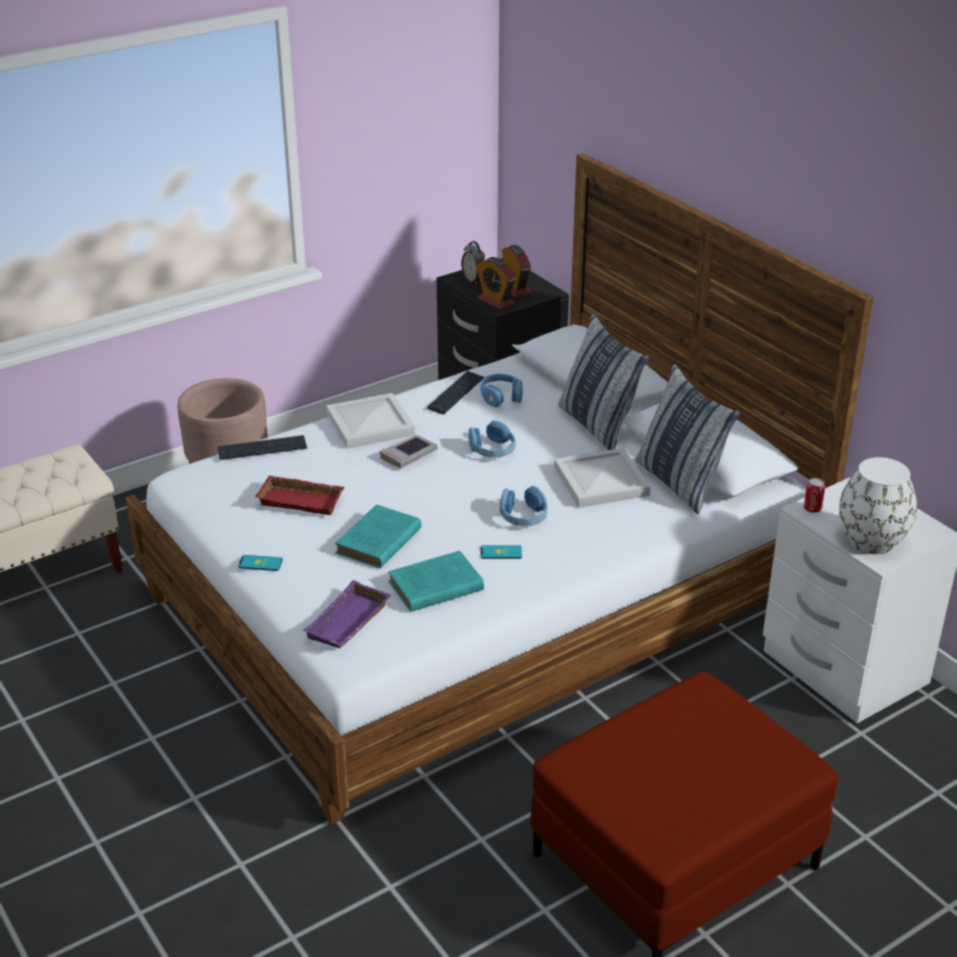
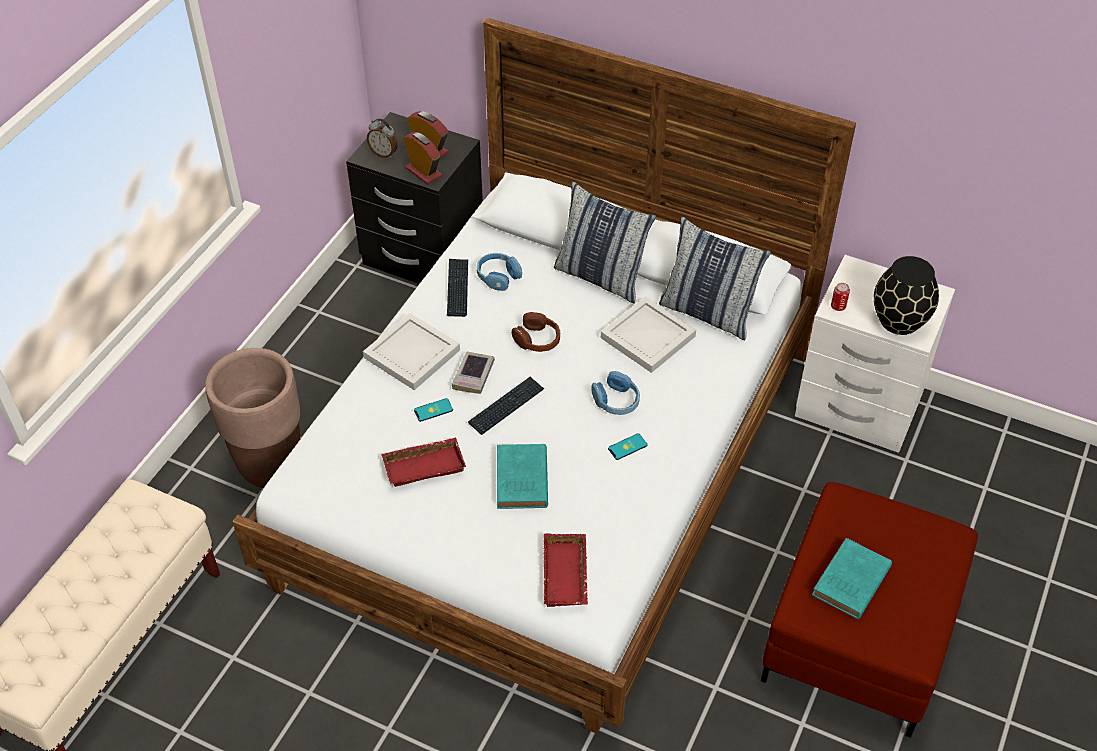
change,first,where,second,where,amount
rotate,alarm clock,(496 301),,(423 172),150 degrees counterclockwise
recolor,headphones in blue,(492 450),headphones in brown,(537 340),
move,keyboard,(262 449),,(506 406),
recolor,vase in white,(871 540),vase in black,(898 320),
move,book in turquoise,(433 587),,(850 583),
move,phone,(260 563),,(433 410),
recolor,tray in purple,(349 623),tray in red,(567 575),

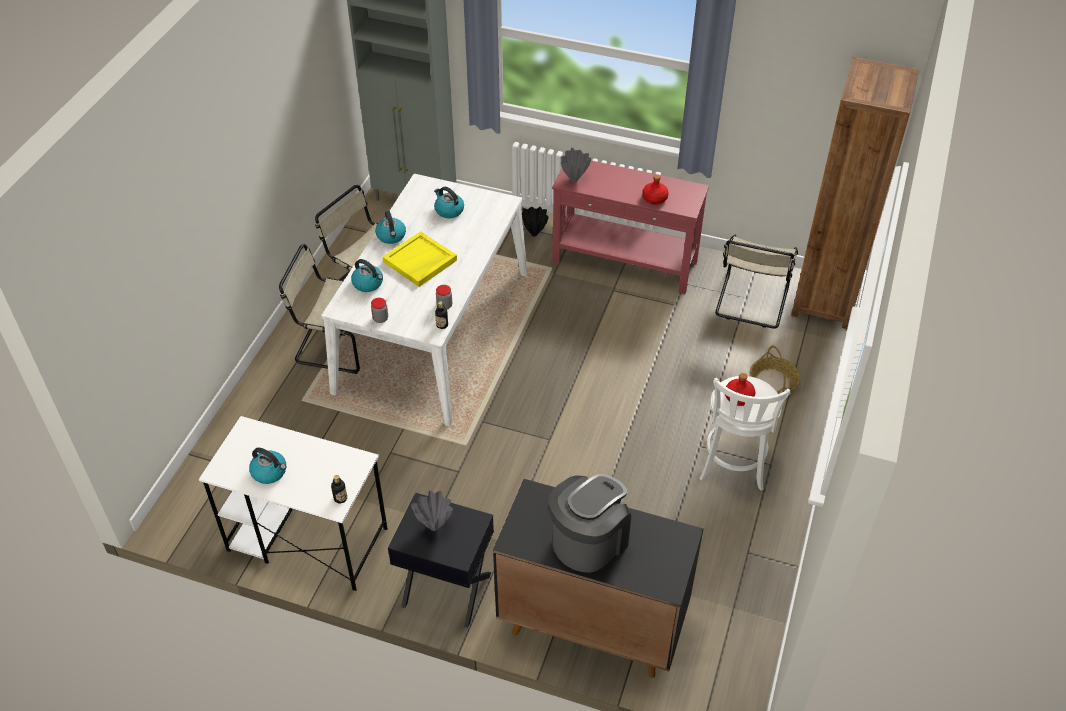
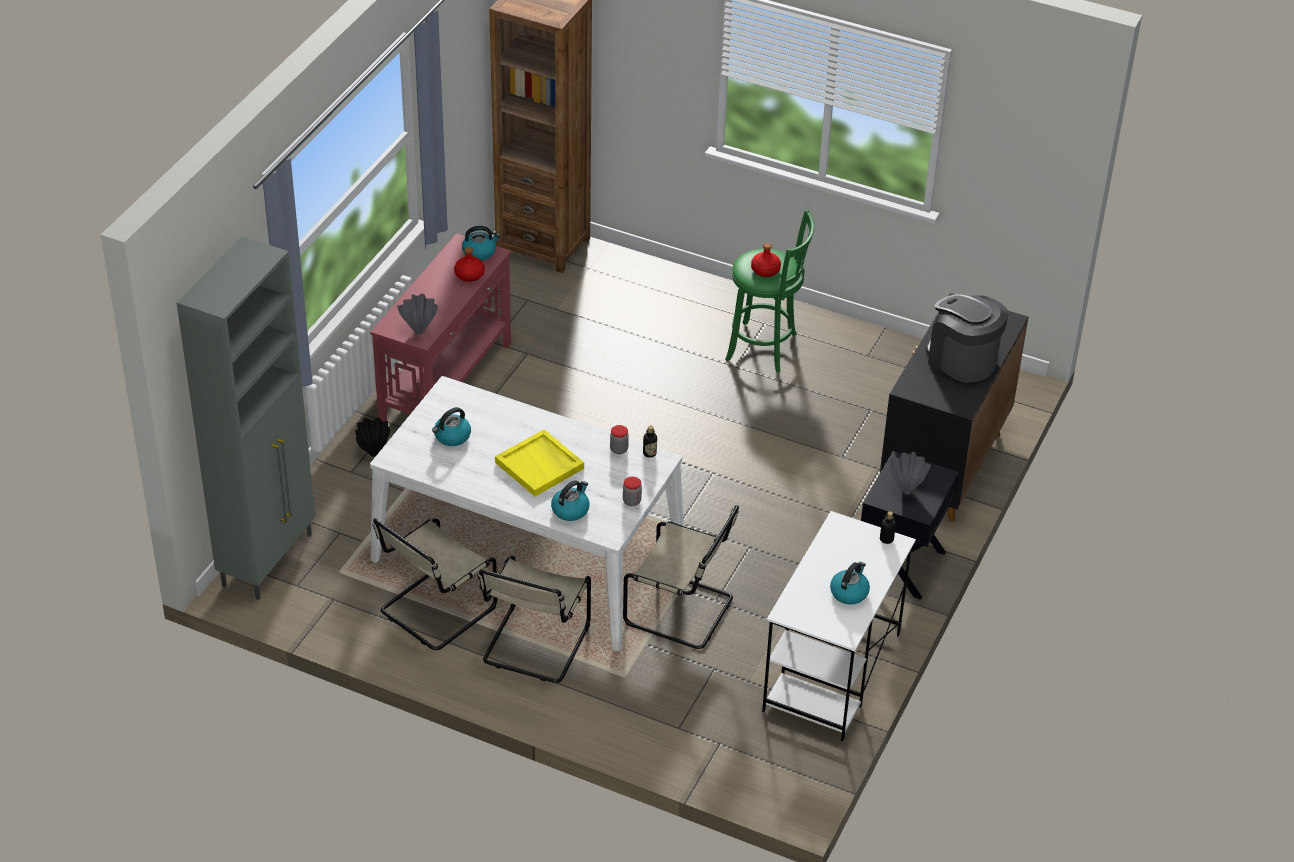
change,first,where,second,where,amount
move,kettle,(391 236),,(480 252),
move,chair in beige,(751 303),,(683 611),
delete,basket,(773 382),,,
recolor,stool in white,(733 467),stool in green,(765 348),

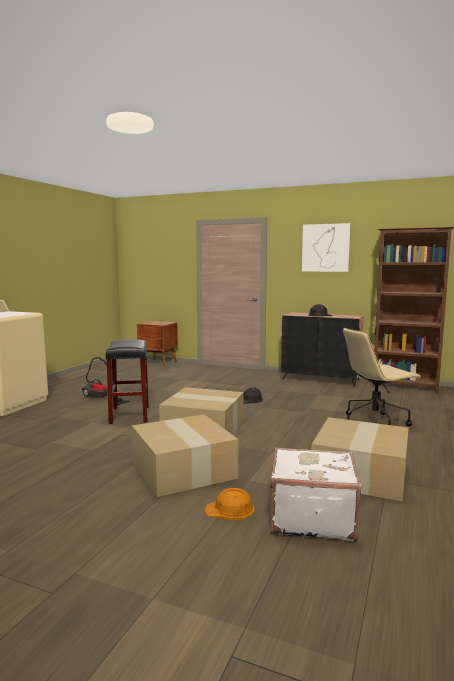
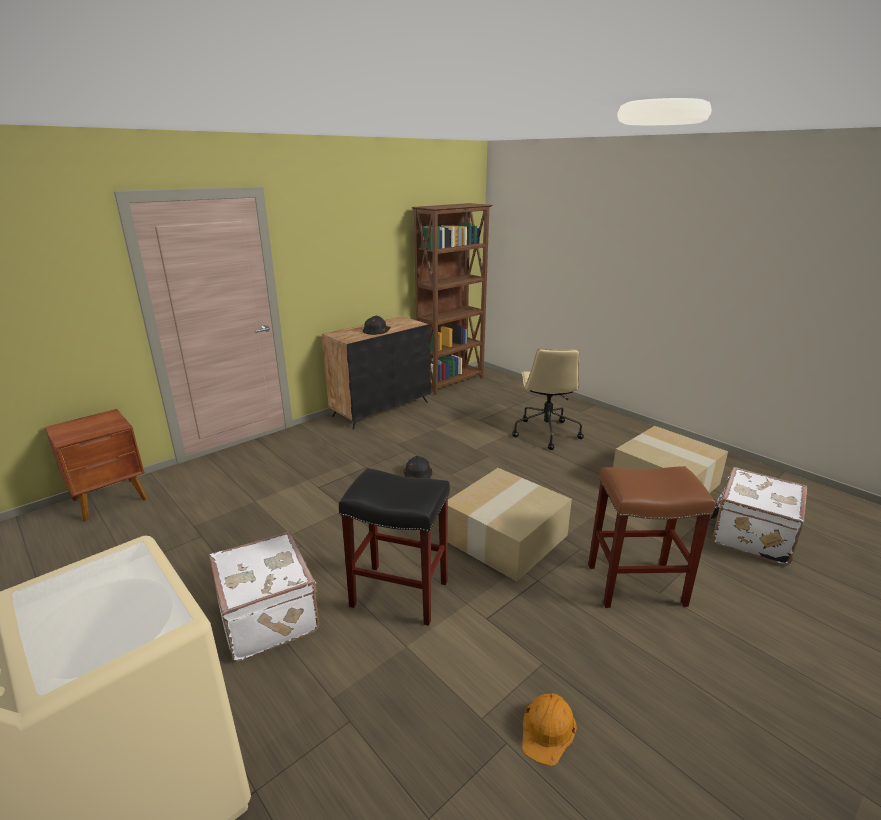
change,first,where,second,where,amount
delete,picture,(325 248),,,
replace,vacuum cleaner,(100 398),suitcase in white,(270 615),
replace,cardboard box,(185 470),stool in brown,(636 584),
move,hard hat in orange,(230 510),,(548 730),

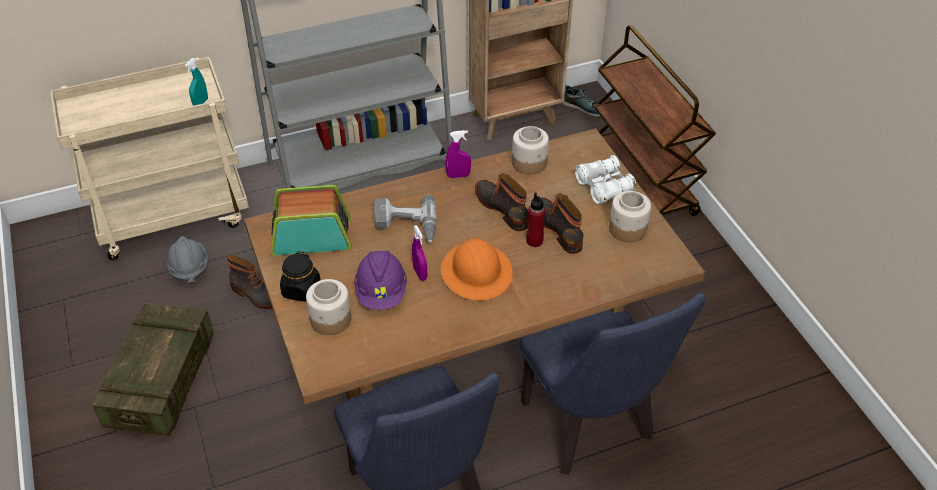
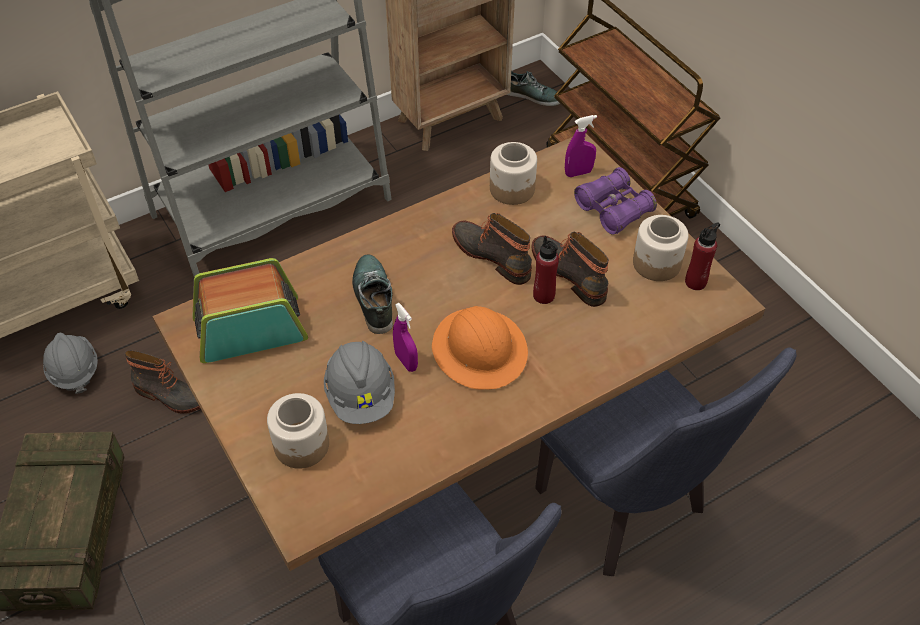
change,first,where,second,where,amount
delete,spray bottle in turquoise,(201 103),,,
move,spray bottle in purple,(458 175),,(578 173),
recolor,binoculars in white,(604 186),binoculars in purple,(613 209),
replace,power drill,(406 226),shoe,(373 297),
delete,jar in black,(301 290),,,
recolor,hard hat in purple,(381 292),hard hat in grey,(361 395),
insert,,,bottle in red,(695 282),

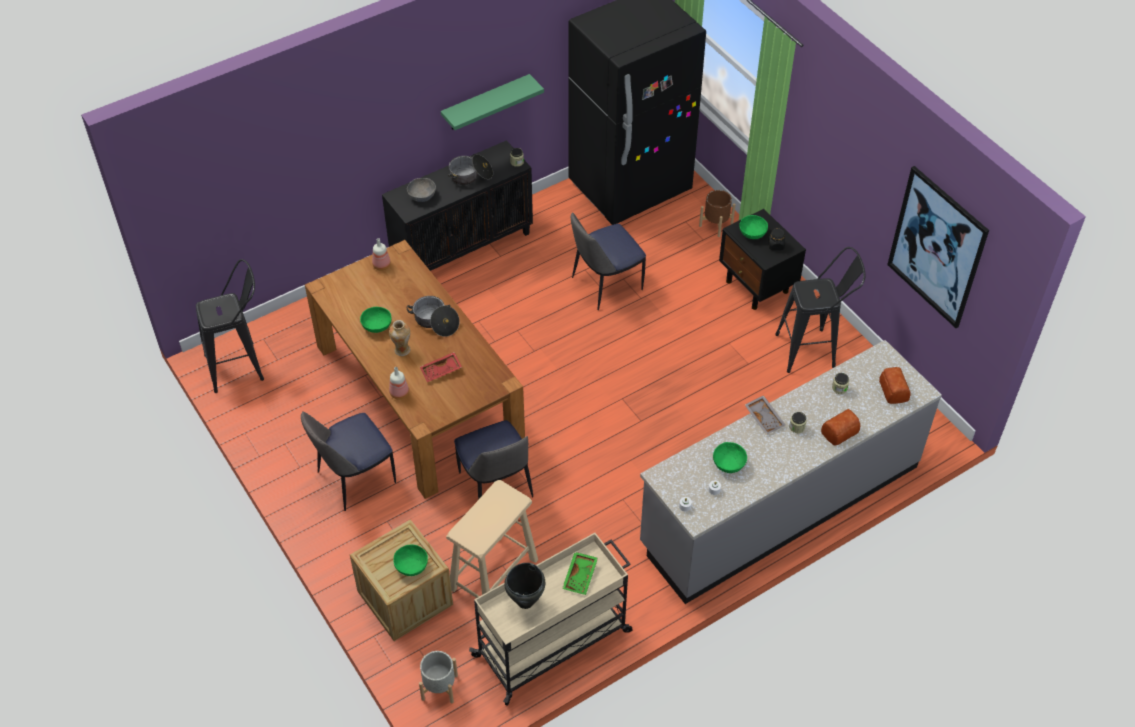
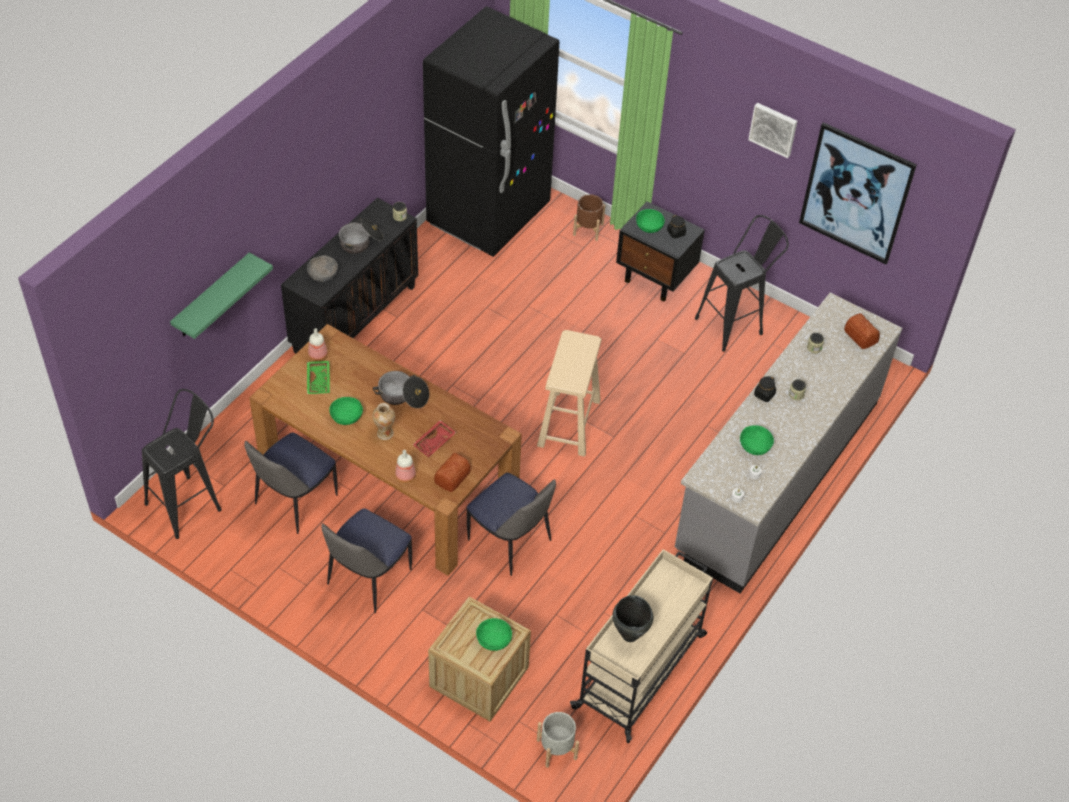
change,first,where,second,where,amount
move,shelf in green,(486 103),,(212 297),
move,chair,(605 284),,(294 501),
replace,tray in grey,(765 418),jar in black,(764 395),
move,bread,(838 431),,(451 477),
move,stool in beige,(493 574),,(568 423),
move,tray in green,(581 576),,(319 381),
insert,,,picture,(773 129),

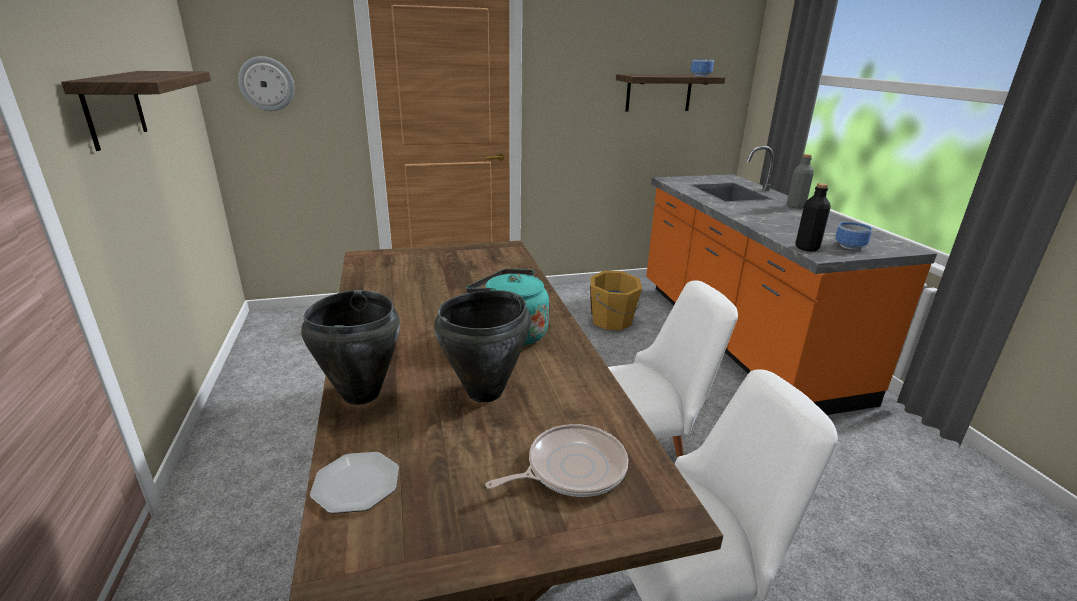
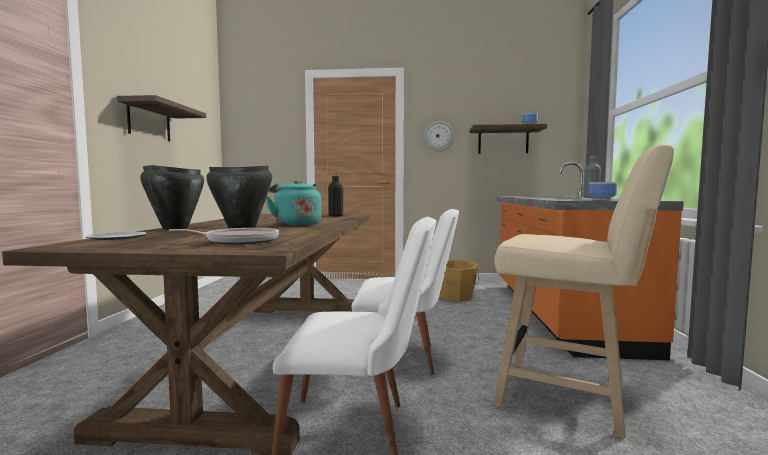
change,first,where,second,where,amount
move,wall clock,(267 84),,(439 136),
move,bottle in black,(807 248),,(336 216),
insert,,,stool in beige,(570 397),

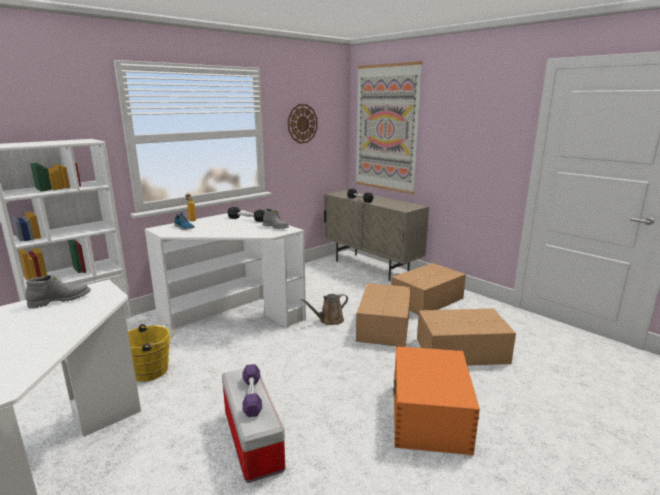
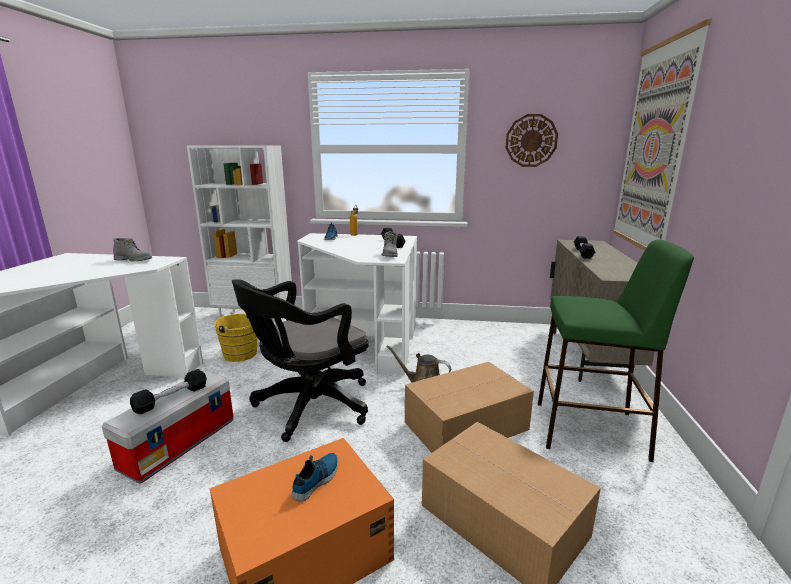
change,first,where,second,where,amount
replace,cardboard box,(428 299),stool in green,(590 430),
recolor,dumbbell in purple,(252 396),dumbbell in black,(172 398),
insert,,,office chair in black,(308 407),
insert,,,shoe,(317 480),

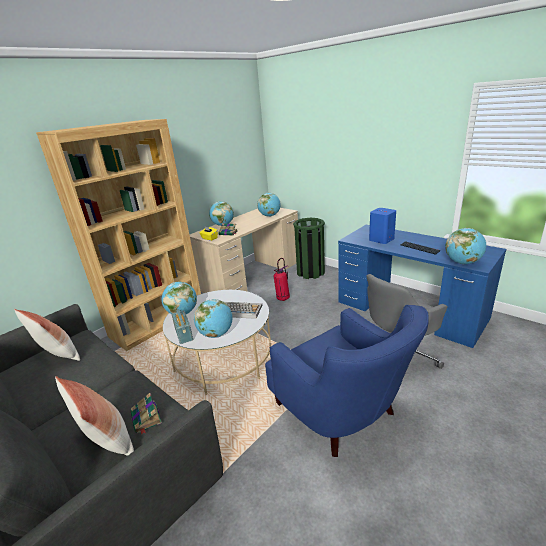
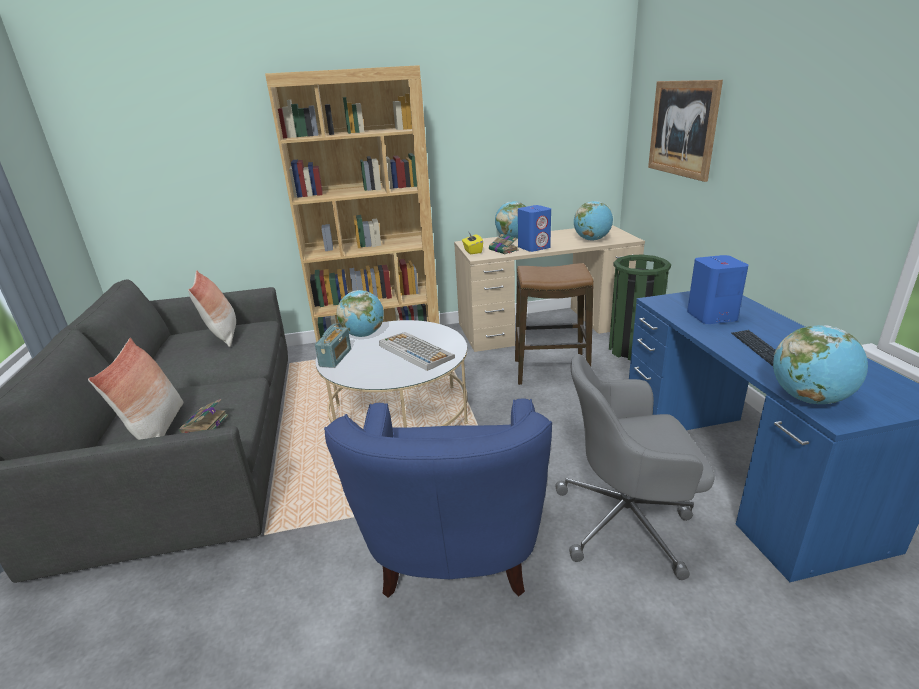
change,first,where,second,where,amount
replace,fire extinguisher,(283 298),stool,(550 371),
delete,globe,(216 334),,,
insert,,,picture,(682 128),
insert,,,speaker in blue,(534 247),

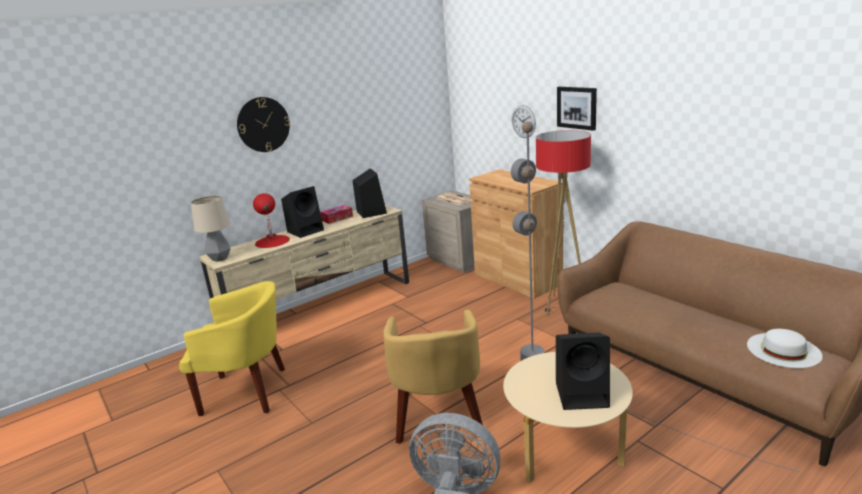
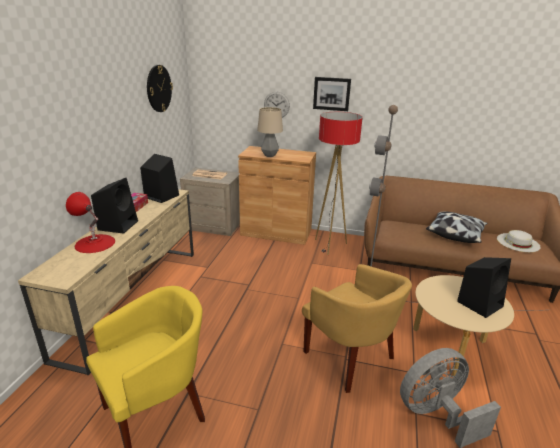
change,first,where,second,where,amount
move,wall clock,(263 124),,(158 88),
move,table lamp,(220 258),,(269 155),
insert,,,pillow,(455 234),

